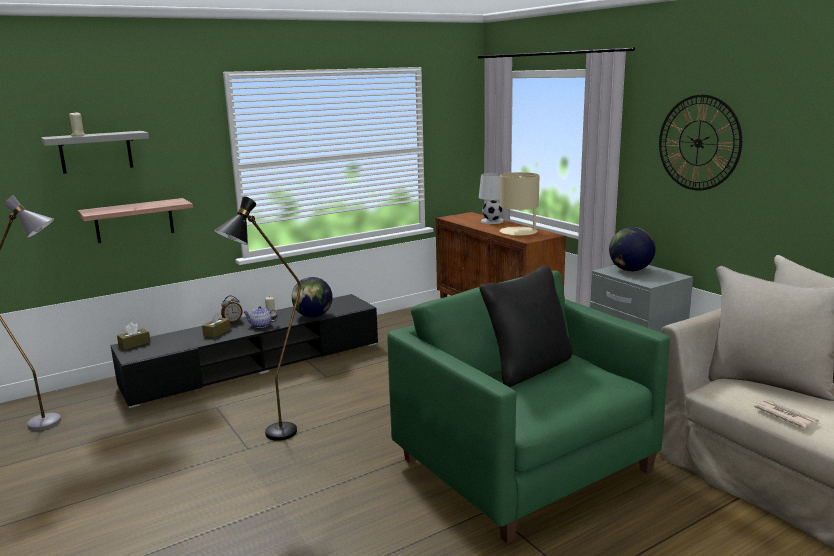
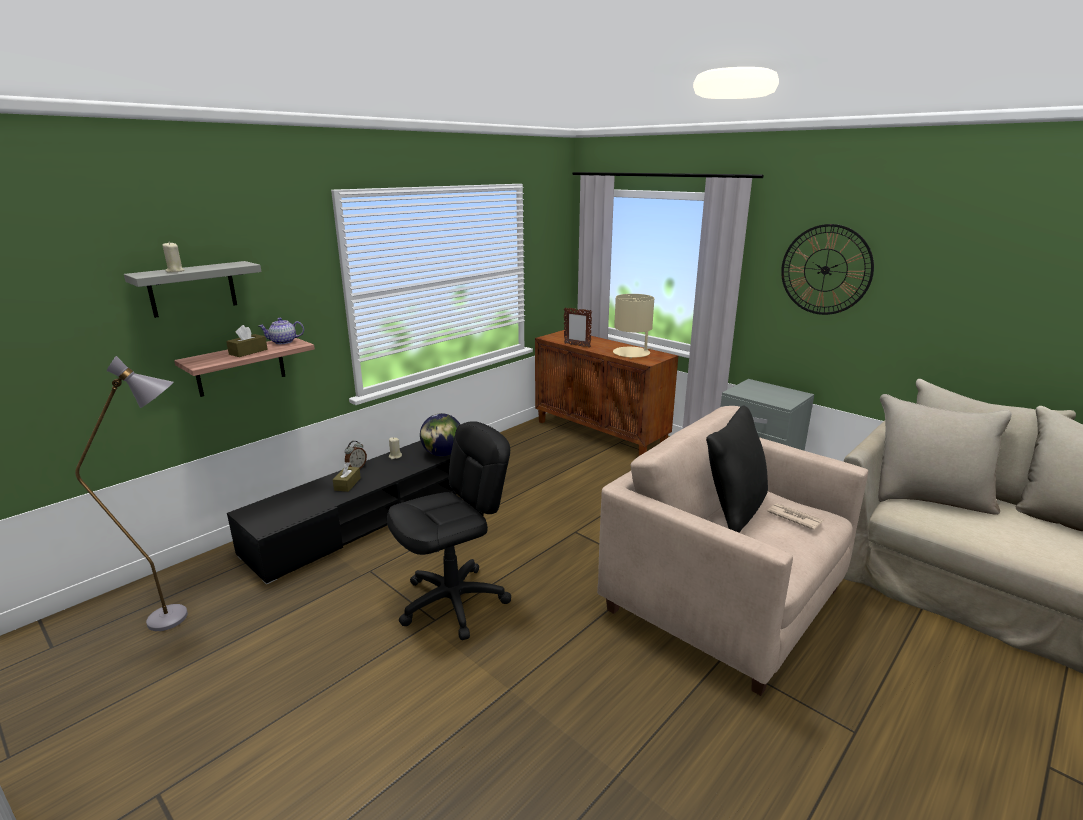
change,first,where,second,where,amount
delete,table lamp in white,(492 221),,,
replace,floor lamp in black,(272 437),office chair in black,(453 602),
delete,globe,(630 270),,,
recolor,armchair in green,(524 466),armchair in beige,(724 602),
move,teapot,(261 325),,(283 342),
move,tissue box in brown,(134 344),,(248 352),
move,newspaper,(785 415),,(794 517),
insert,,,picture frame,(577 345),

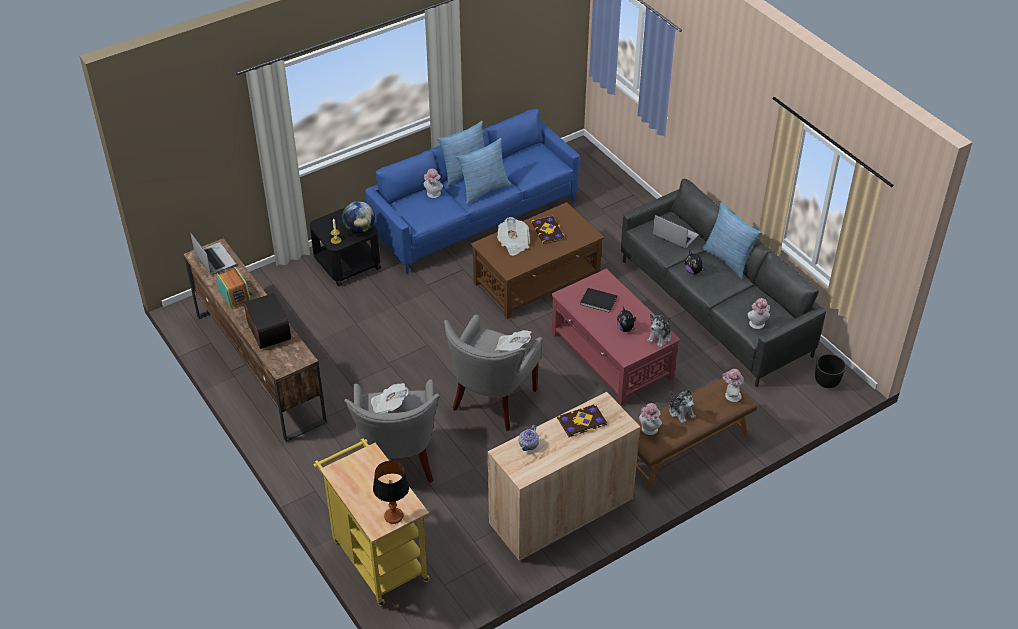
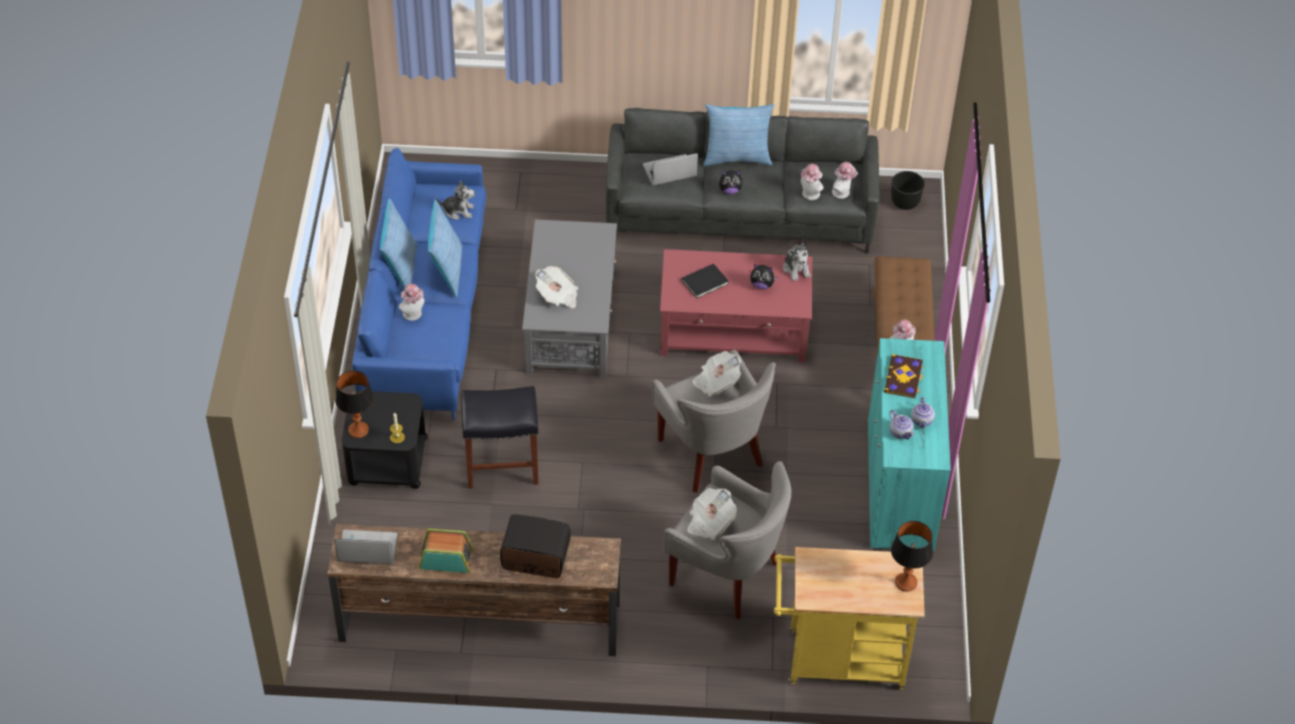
change,first,where,second,where,amount
delete,globe,(359 229),,,
recolor,coffee table in brown,(537 279),coffee table in grey,(571 320),
delete,book,(548 231),,,
move,hat,(730 396),,(809 195),
move,plush toy,(681 412),,(458 211),
recolor,cabinet in beige,(561 512),cabinet in turquoise,(899 486),
insert,,,table lamp,(358 430),
insert,,,stool in black,(503 465),
insert,,,teapot,(922 421),

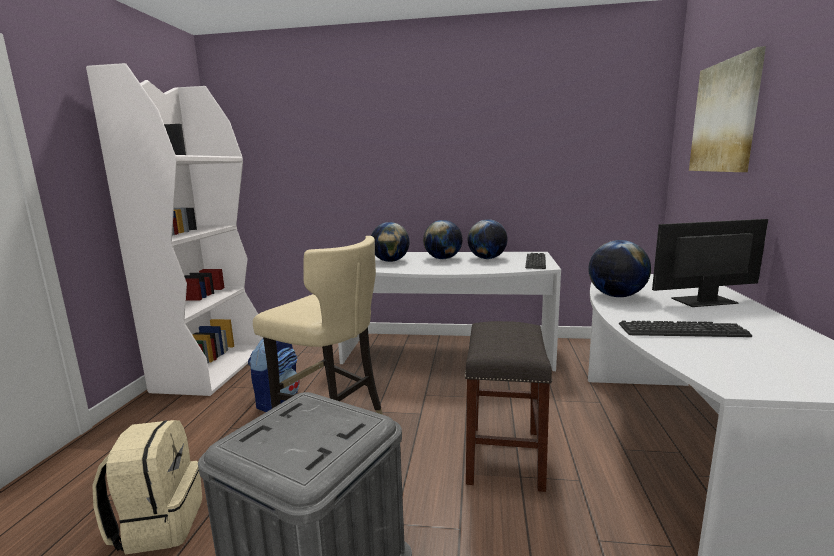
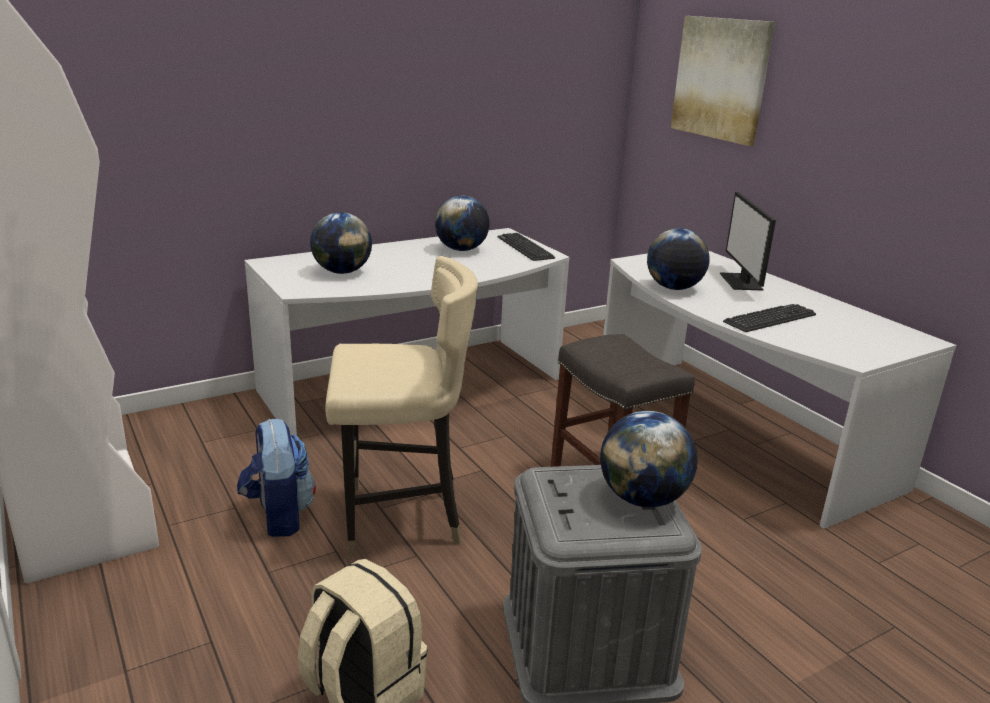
change,first,where,second,where,amount
rotate,monitor,(704 301),,(742 282),45 degrees counterclockwise
move,globe,(443 258),,(643 498),

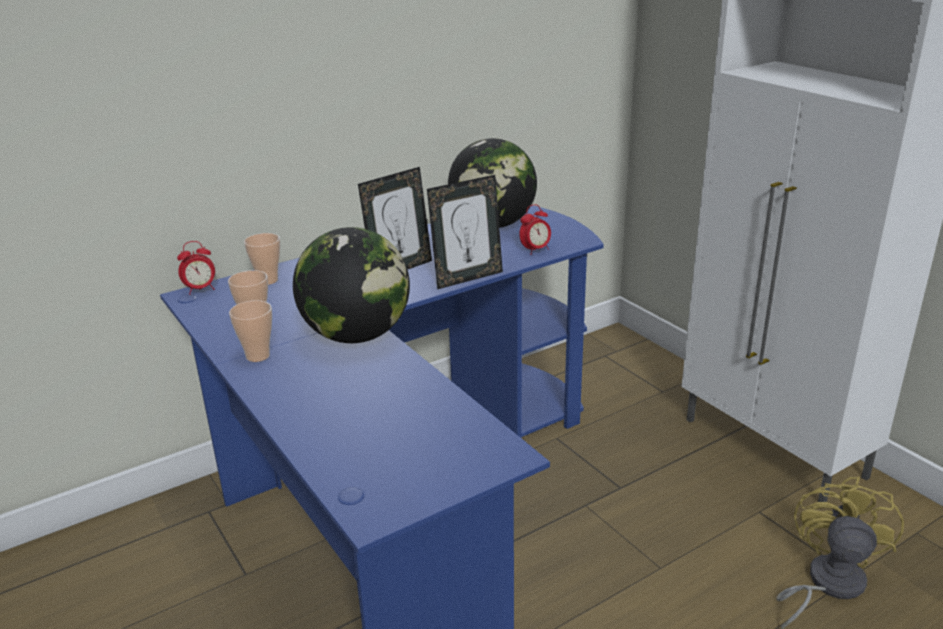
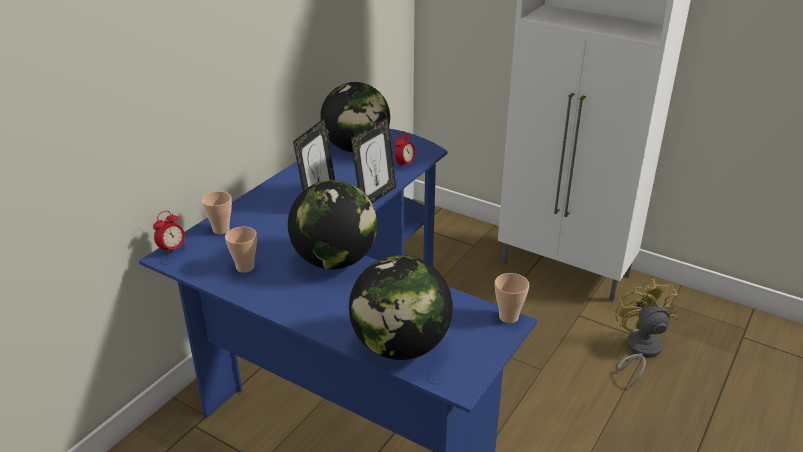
change,first,where,second,where,amount
move,cup,(258 356),,(508 317),
insert,,,globe,(400 346),

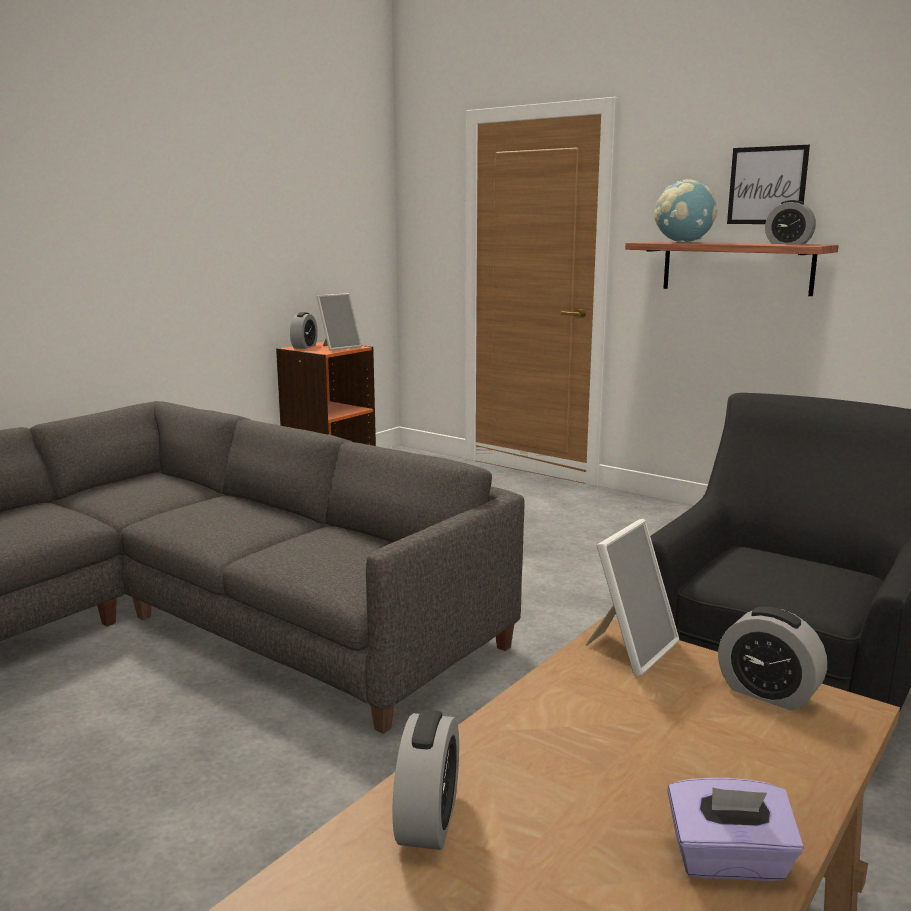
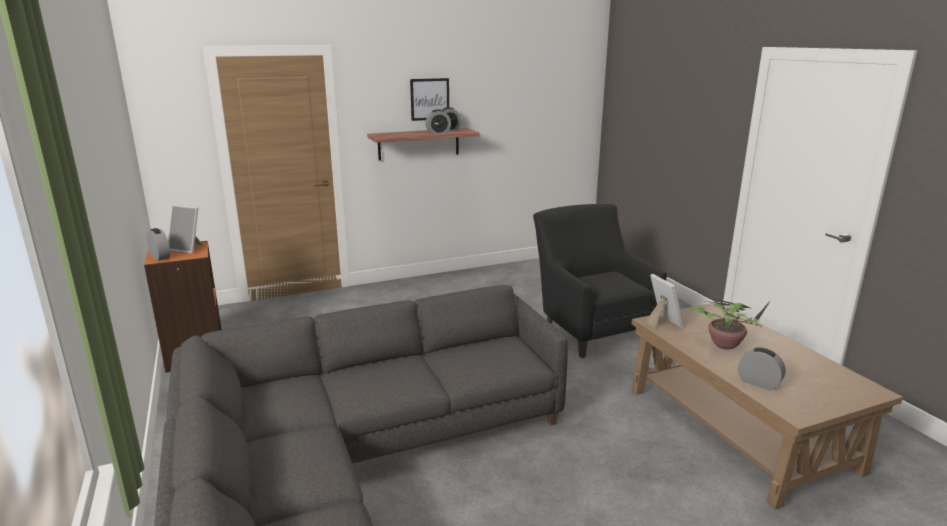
change,first,where,second,where,amount
delete,globe,(683 242),,,
rotate,picture frame,(339 347),,(188 248),120 degrees clockwise
move,alarm clock,(767 693),,(438 132),
delete,tissue box in purple,(729 861),,,
insert,,,potted plant,(726 345),

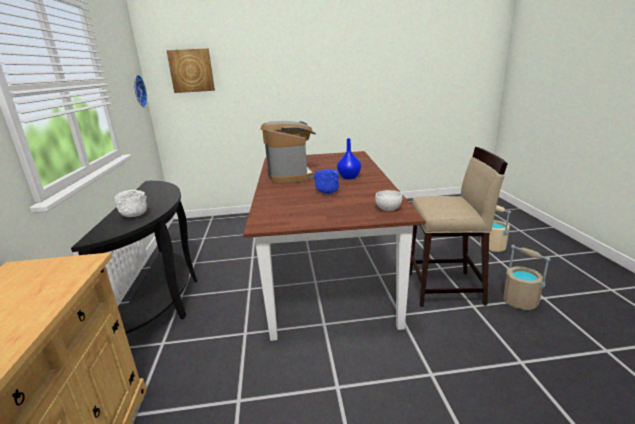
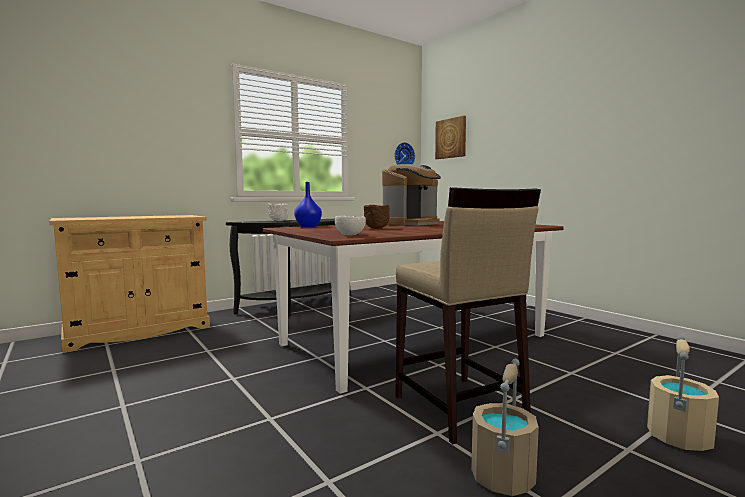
change,first,where,second,where,amount
move,vase in blue,(348 177),,(308 226),
recolor,bowl in blue,(327 192),bowl in brown,(377 228),

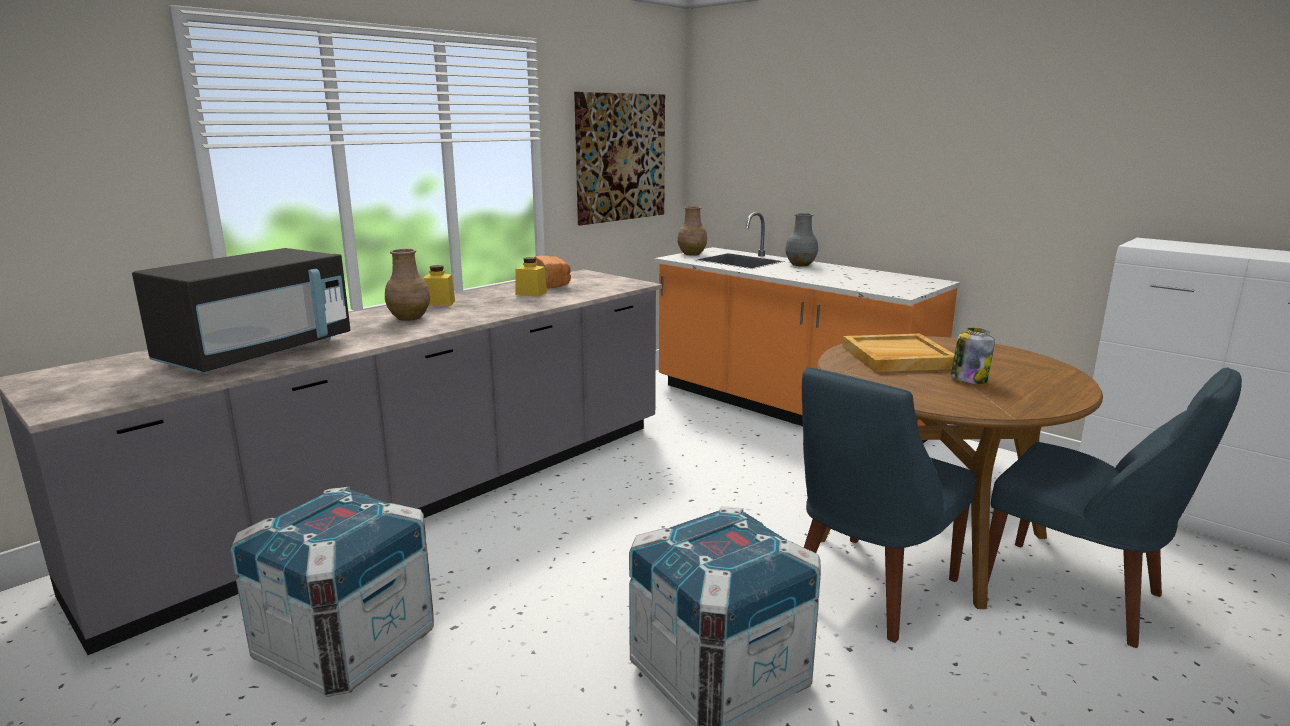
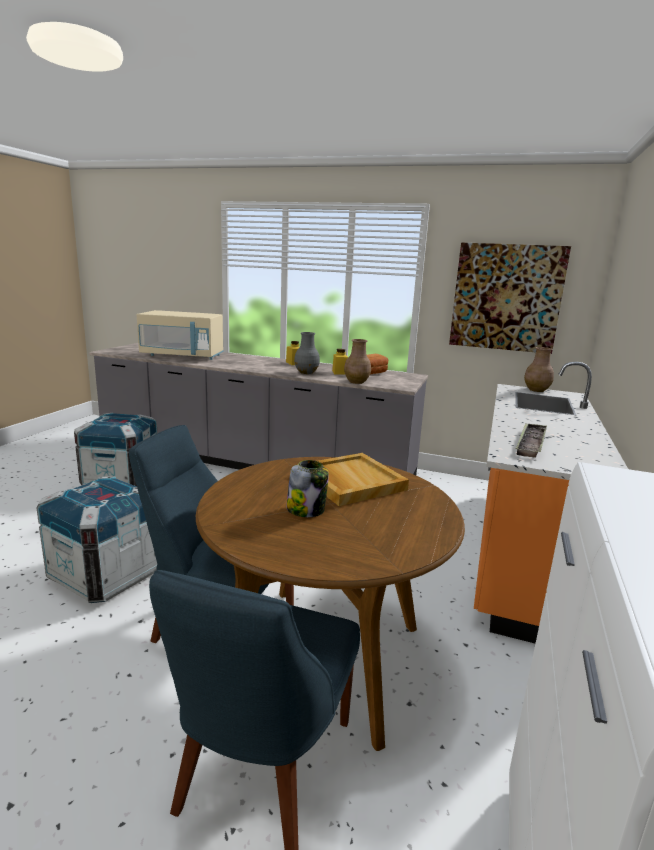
change,first,where,second,where,amount
move,vase in grey,(800 264),,(306 372),
recolor,microwave in black,(258 353),microwave in beige,(182 356),
move,vase in brown,(410 318),,(357 382),
insert,,,tray,(530 443),

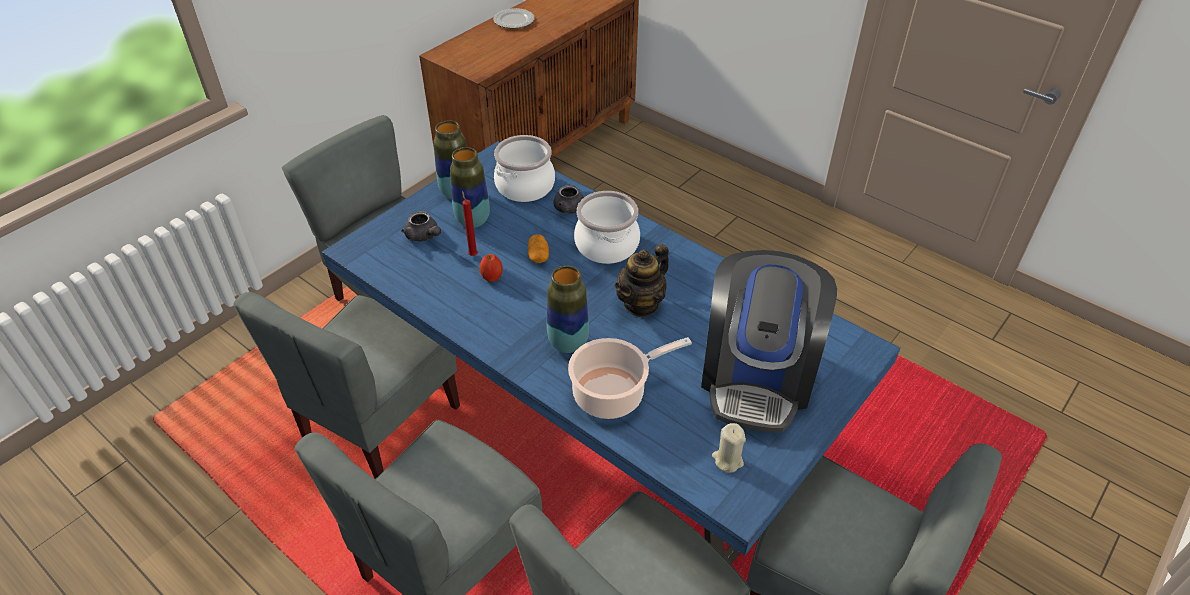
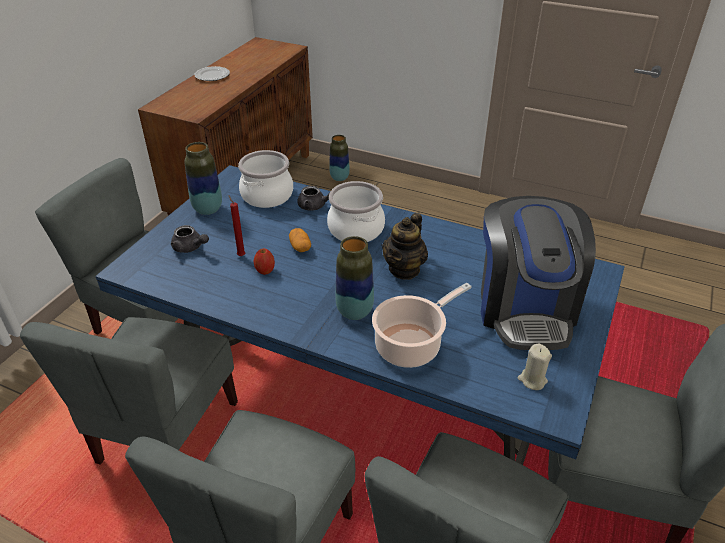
change,first,where,second,where,amount
move,vase,(473 221),,(339 178),

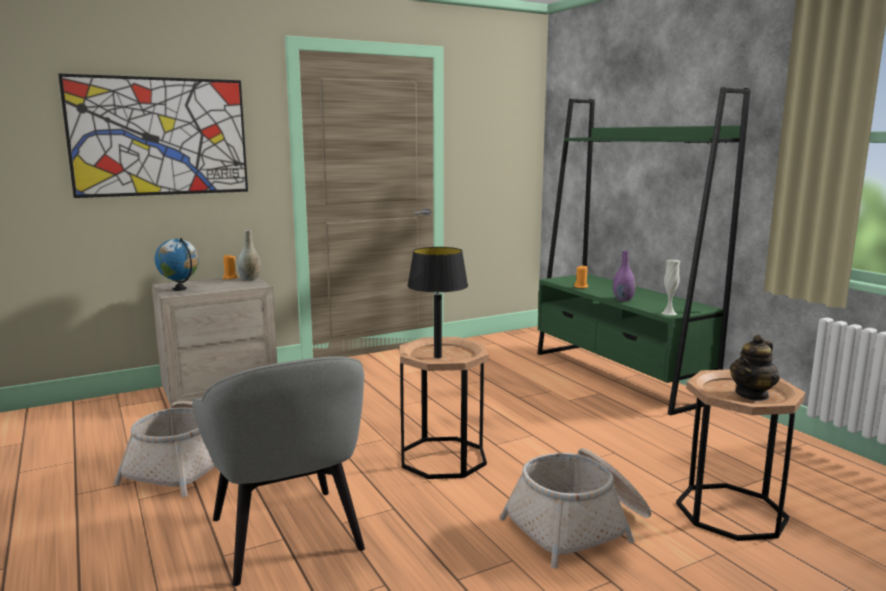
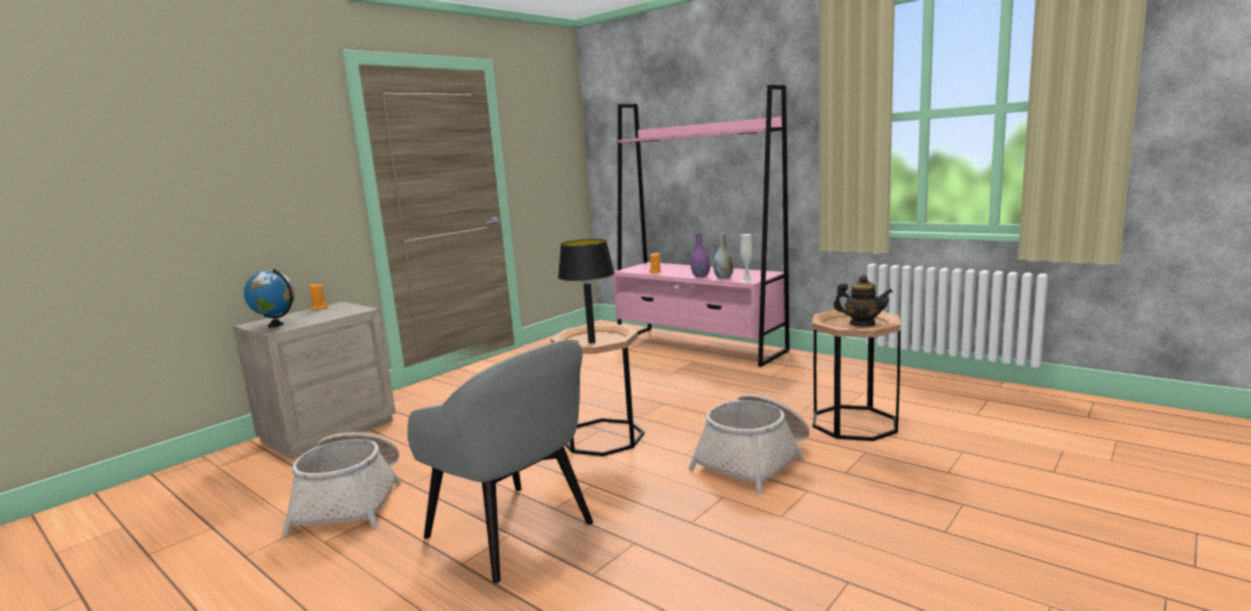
change,first,where,second,where,amount
delete,picture,(160 137),,,
recolor,bookcase in green,(619 376),bookcase in pink,(699 346),
move,vase in grey,(250 279),,(723 278),
rotate,teapot,(752 395),,(862 324),90 degrees counterclockwise

